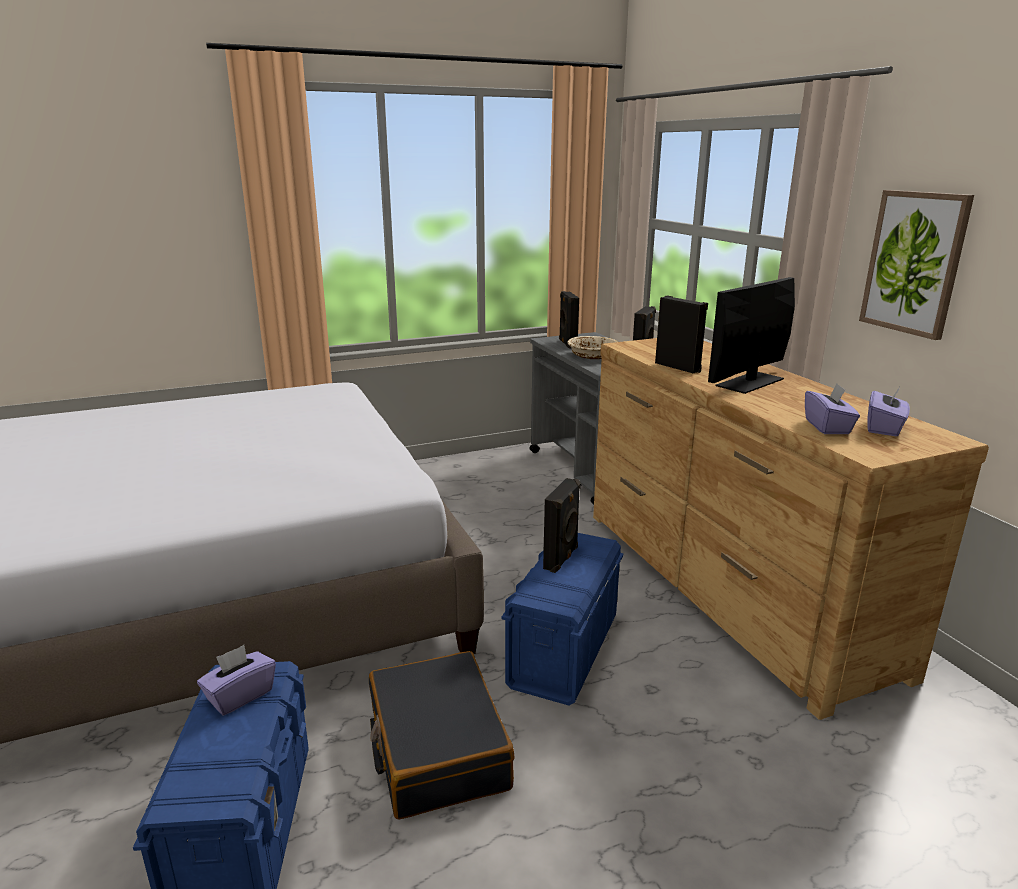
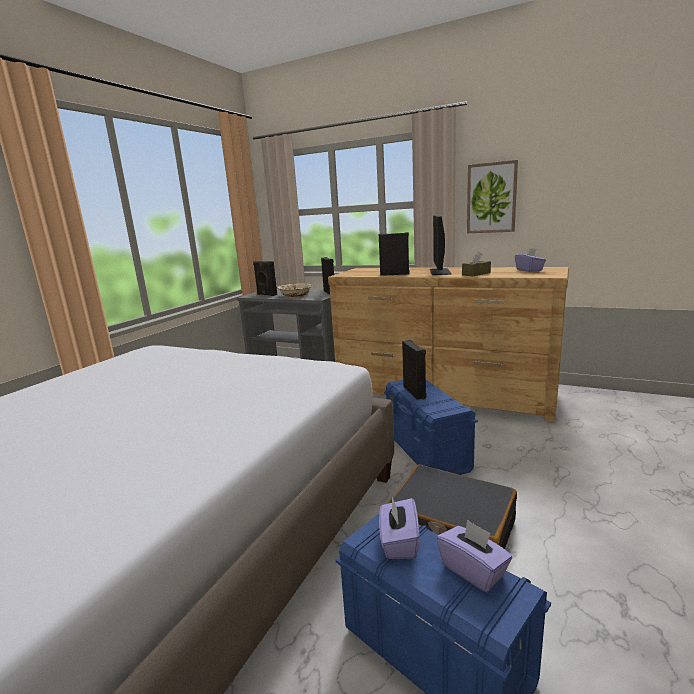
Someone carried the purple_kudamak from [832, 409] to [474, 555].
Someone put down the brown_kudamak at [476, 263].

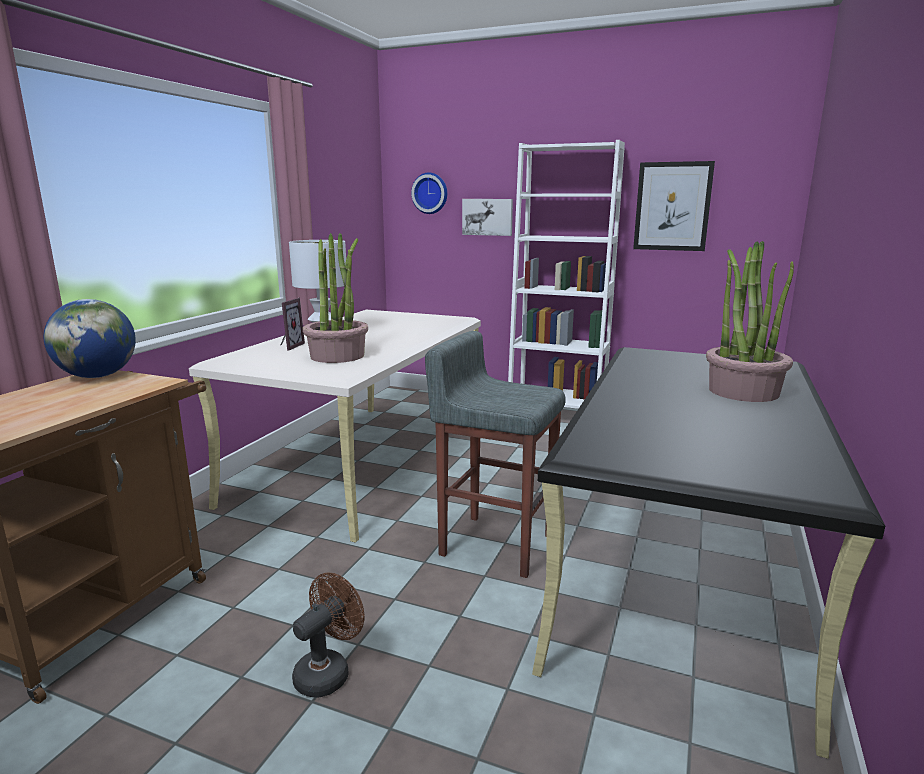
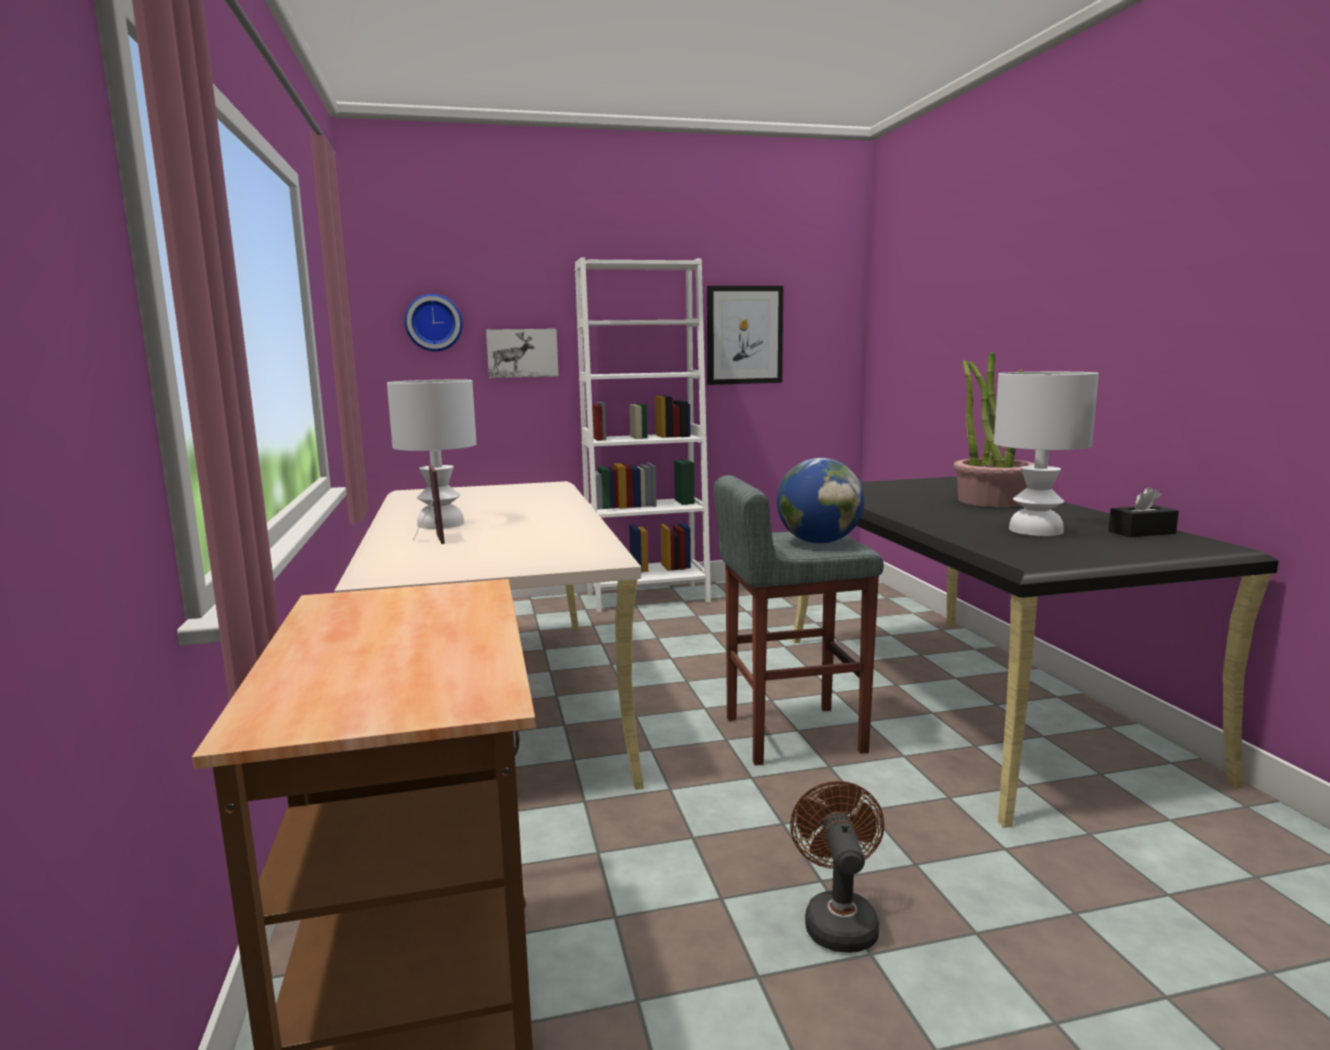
Someone carried the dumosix from [90, 338] to [820, 501].
Someone took away the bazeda at [335, 298].
Someone put down the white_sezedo at [1046, 454].
Someone put down the black_kudamak at [1143, 512].

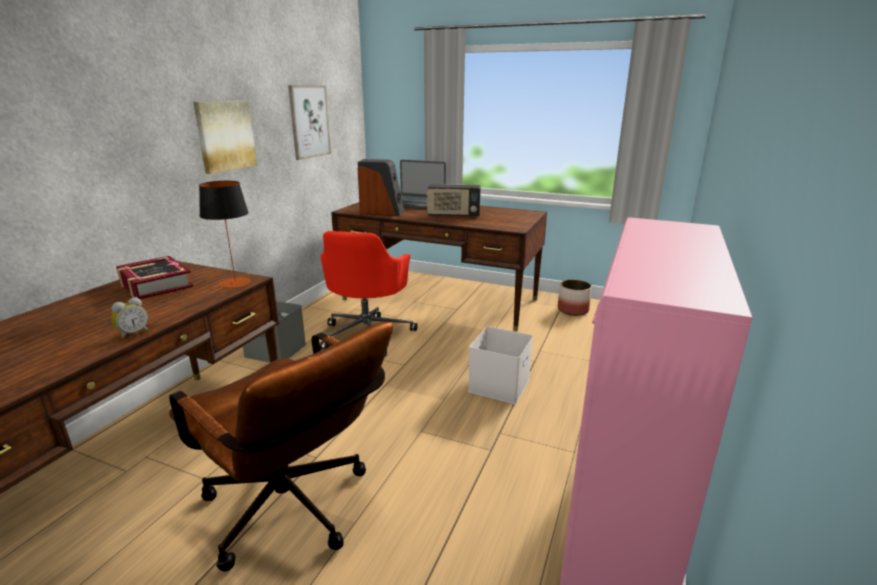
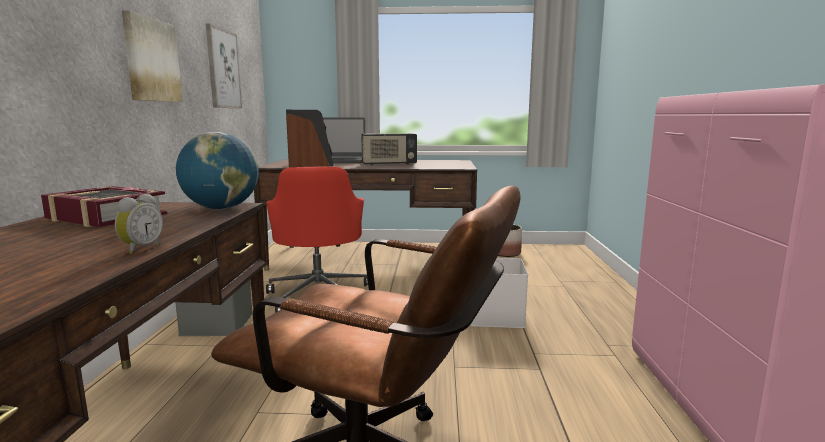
Someone swapped the sezedo at [225, 234] for the dumosix at [217, 170].

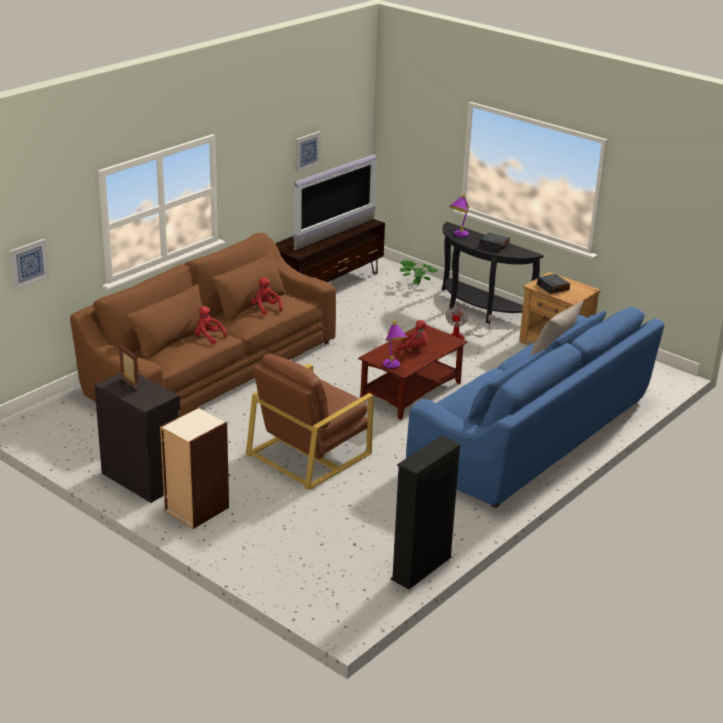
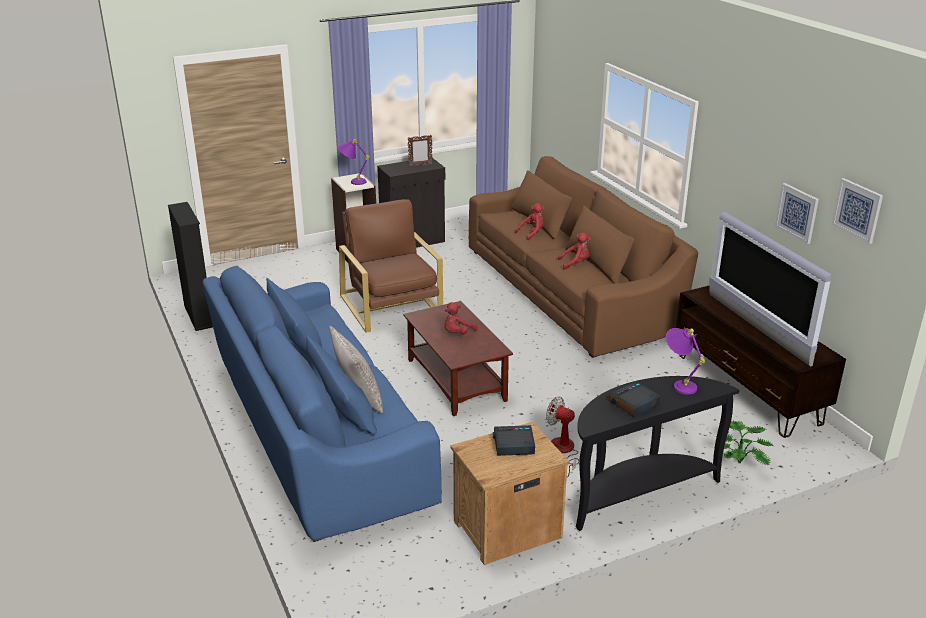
Someone carried the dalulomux from [29, 264] to [857, 211].
Someone carried the purple_sezedo from [395, 344] to [354, 162].

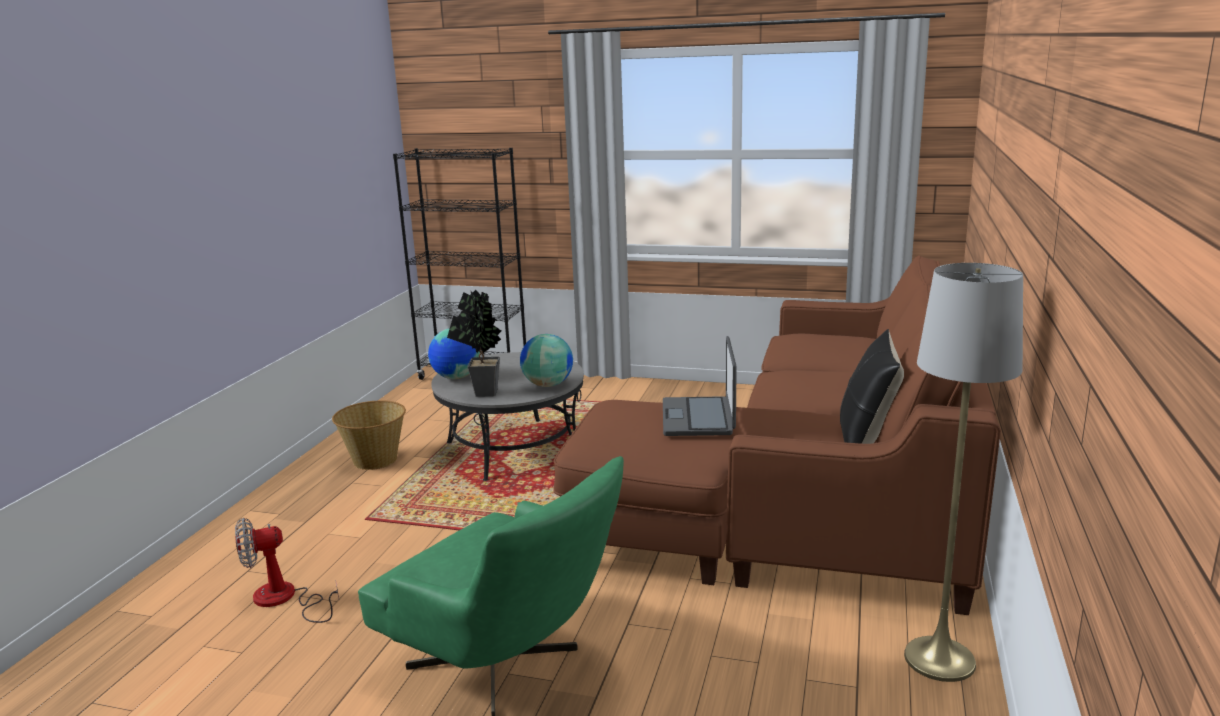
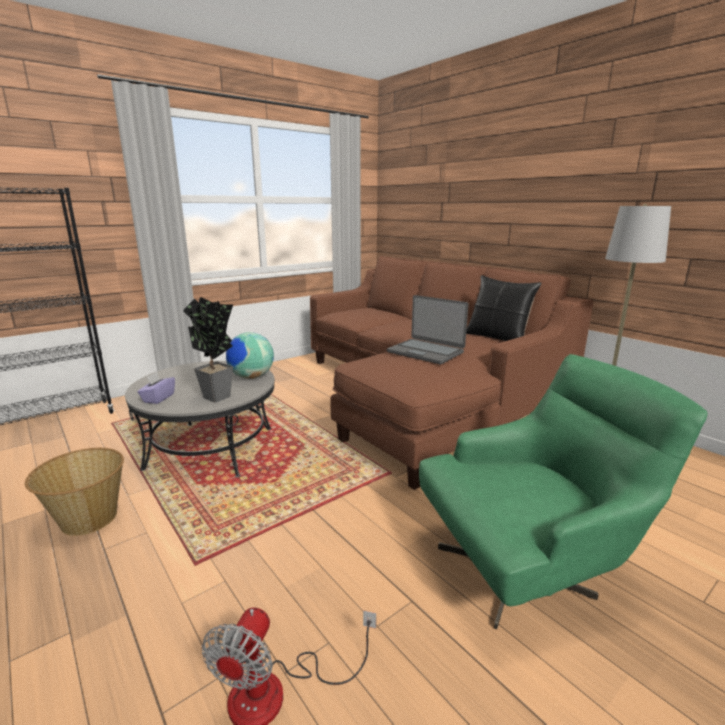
Someone swapped the dumosix at [454, 353] for the purple_kudamak at [156, 388].

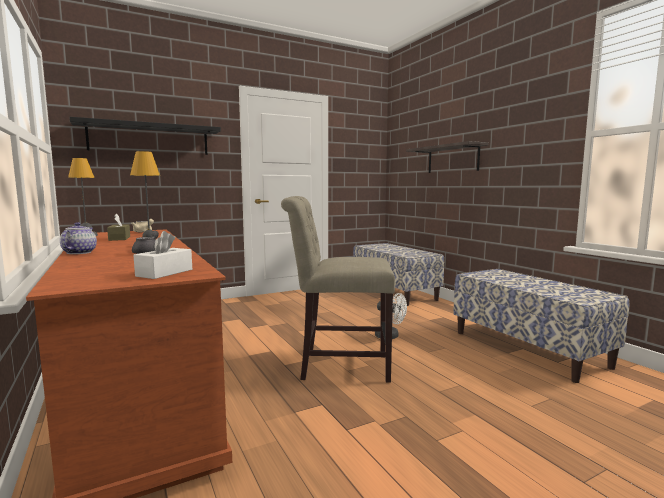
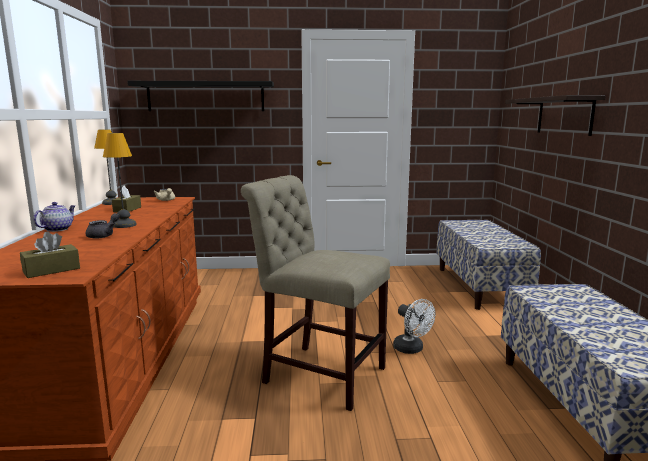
Someone repainted the white_kudamak at [163, 255], which became the brown_kudamak at [50, 255].

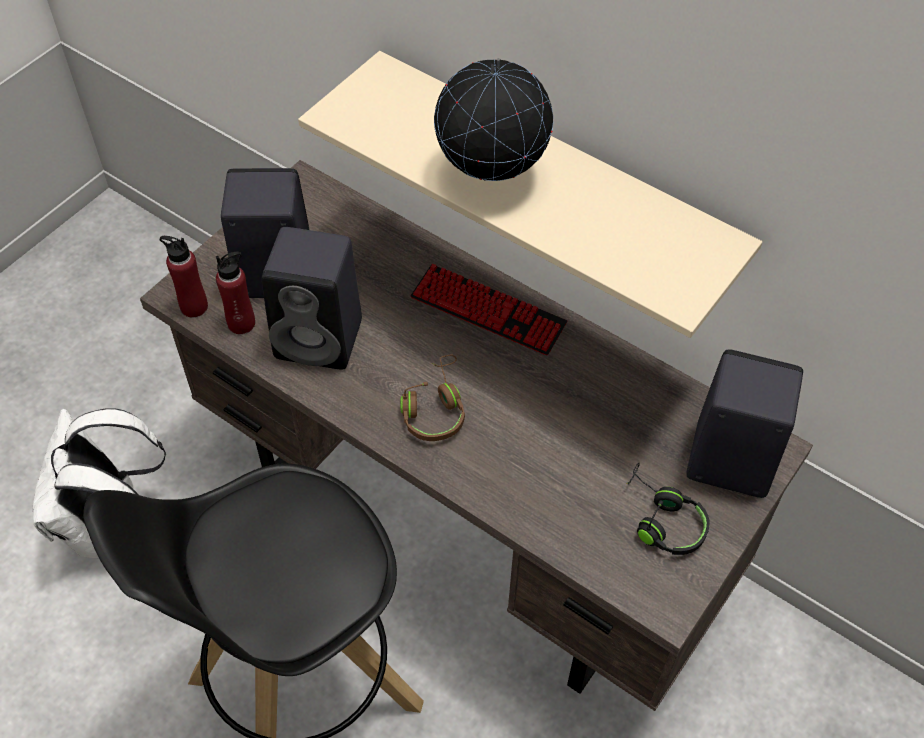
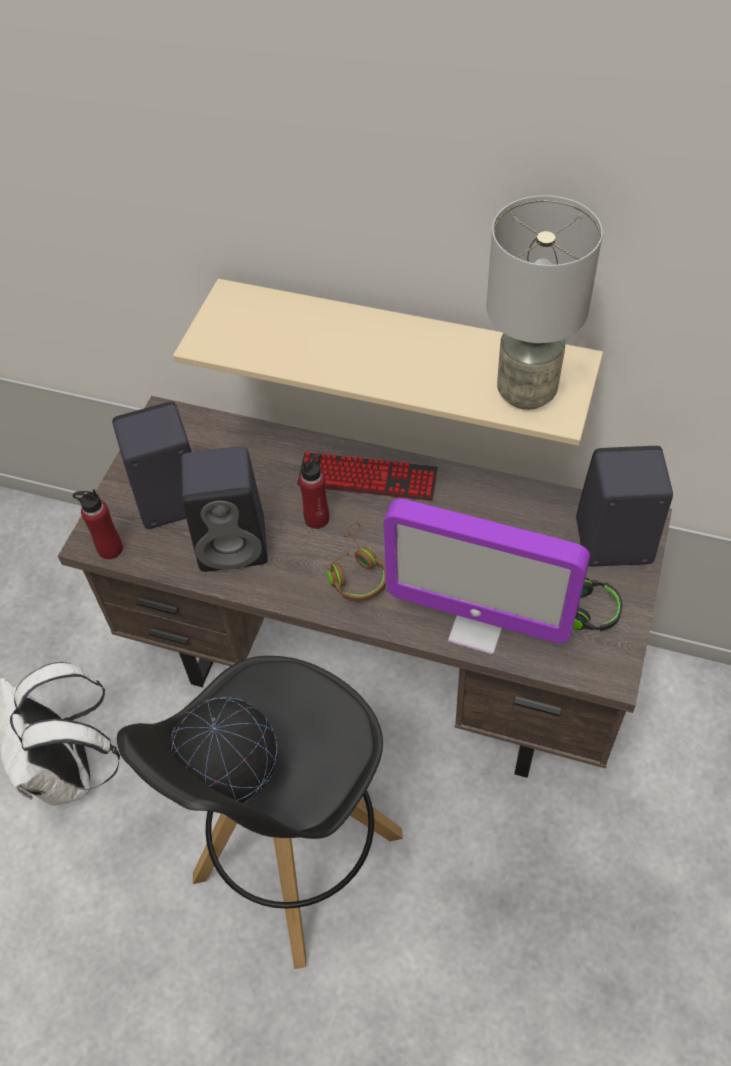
Someone carried the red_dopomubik from [235, 293] to [314, 491].
Someone carried the dumosix from [493, 119] to [223, 750].
Someone put down the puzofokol at [487, 577].
Someone put down the grey_sezedo at [544, 302].

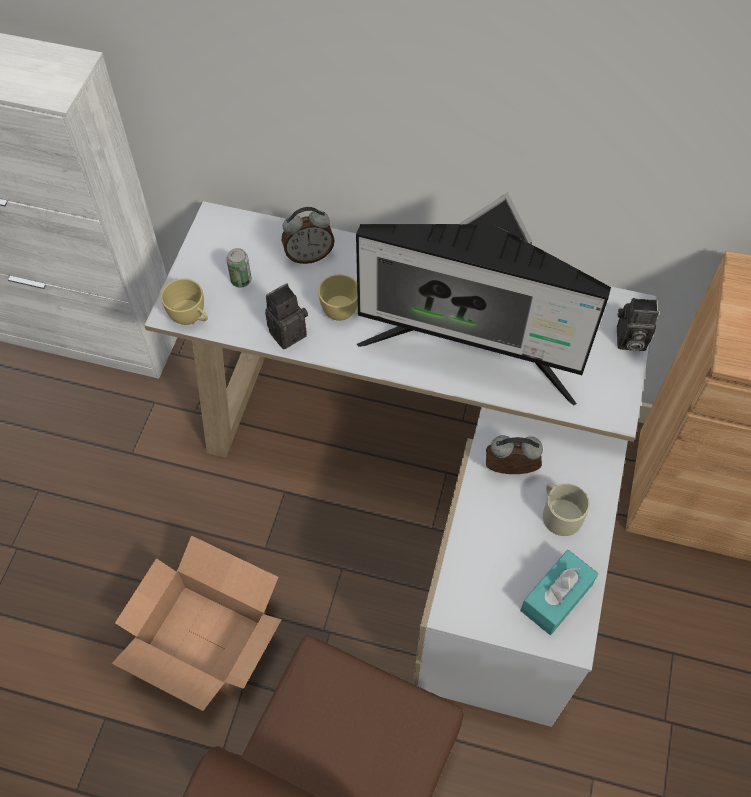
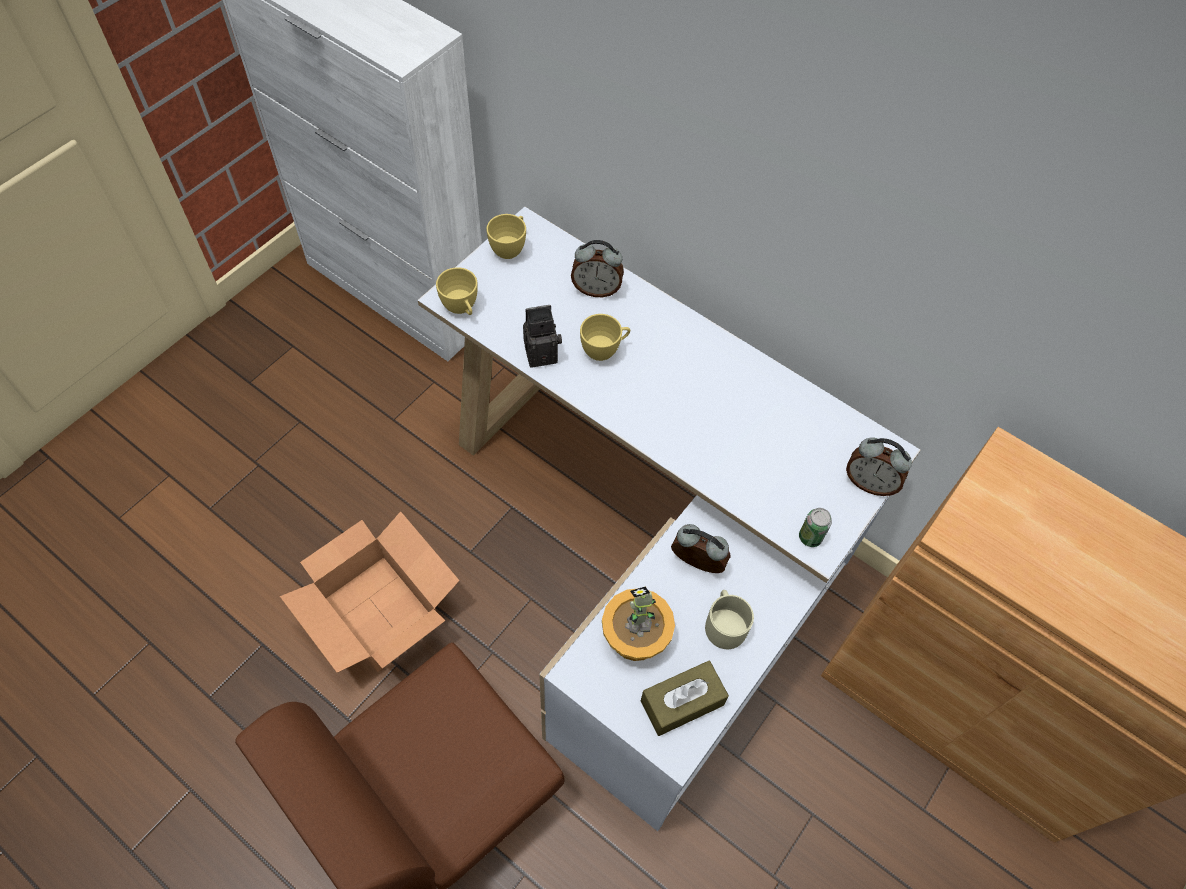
Someone carried the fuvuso from [239, 267] to [815, 527].
Someone took away the puzofokol at [483, 299].
Someone repainted the turquoise_kudamak at [559, 592], which became the brown_kudamak at [685, 698].
Someone swapped the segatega at [638, 324] for the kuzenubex at [879, 466].
Someone put down the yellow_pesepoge at [506, 236].
Someone put down the bazeda at [638, 624].

